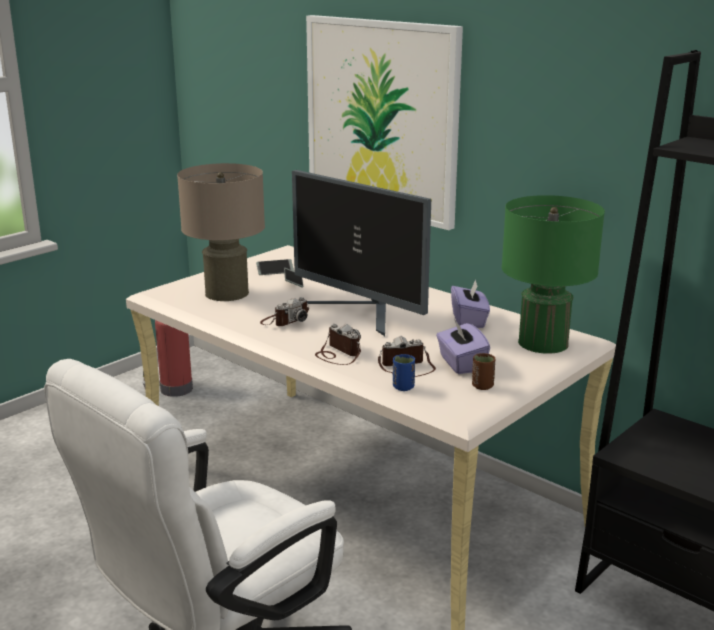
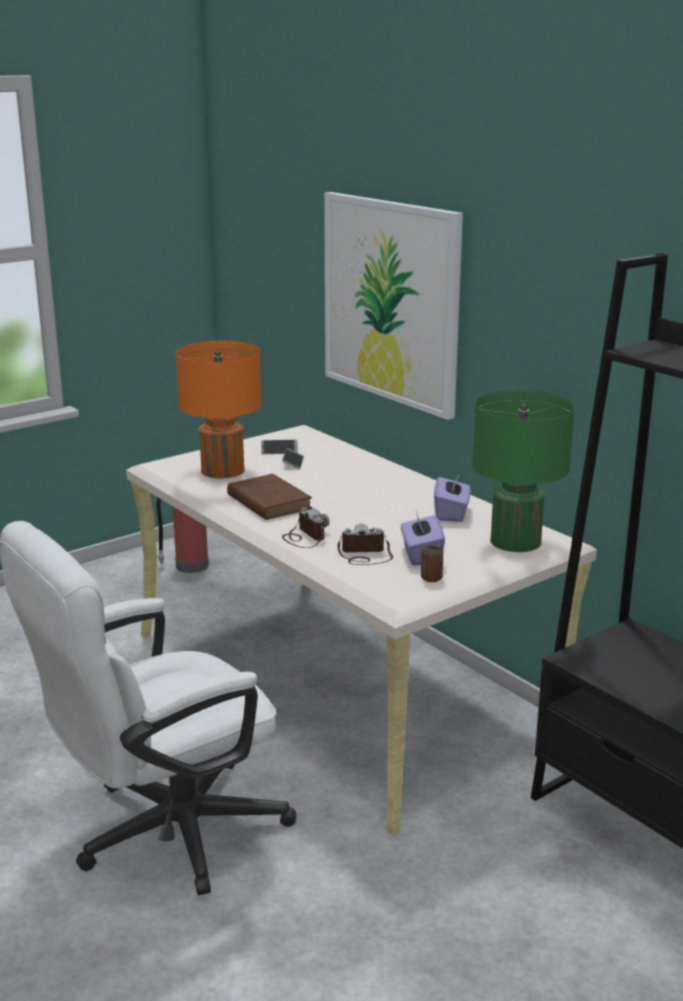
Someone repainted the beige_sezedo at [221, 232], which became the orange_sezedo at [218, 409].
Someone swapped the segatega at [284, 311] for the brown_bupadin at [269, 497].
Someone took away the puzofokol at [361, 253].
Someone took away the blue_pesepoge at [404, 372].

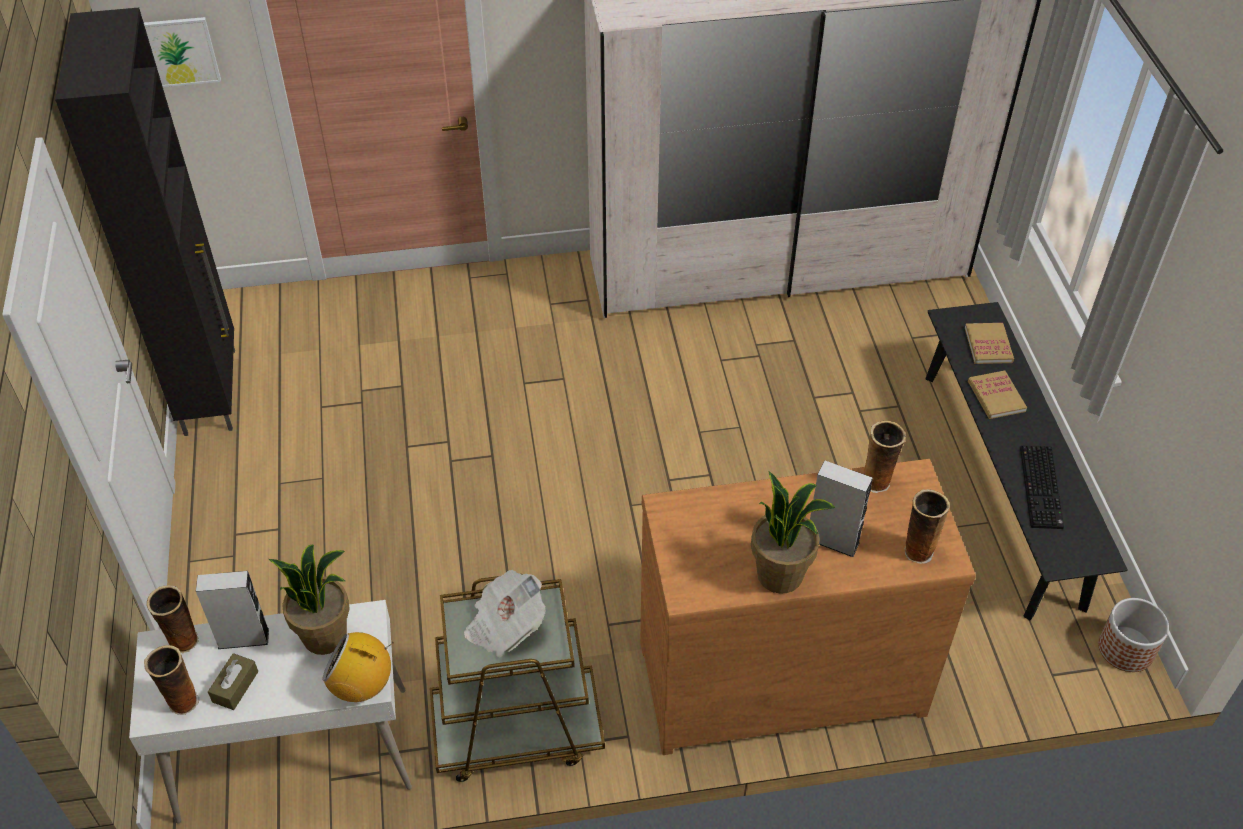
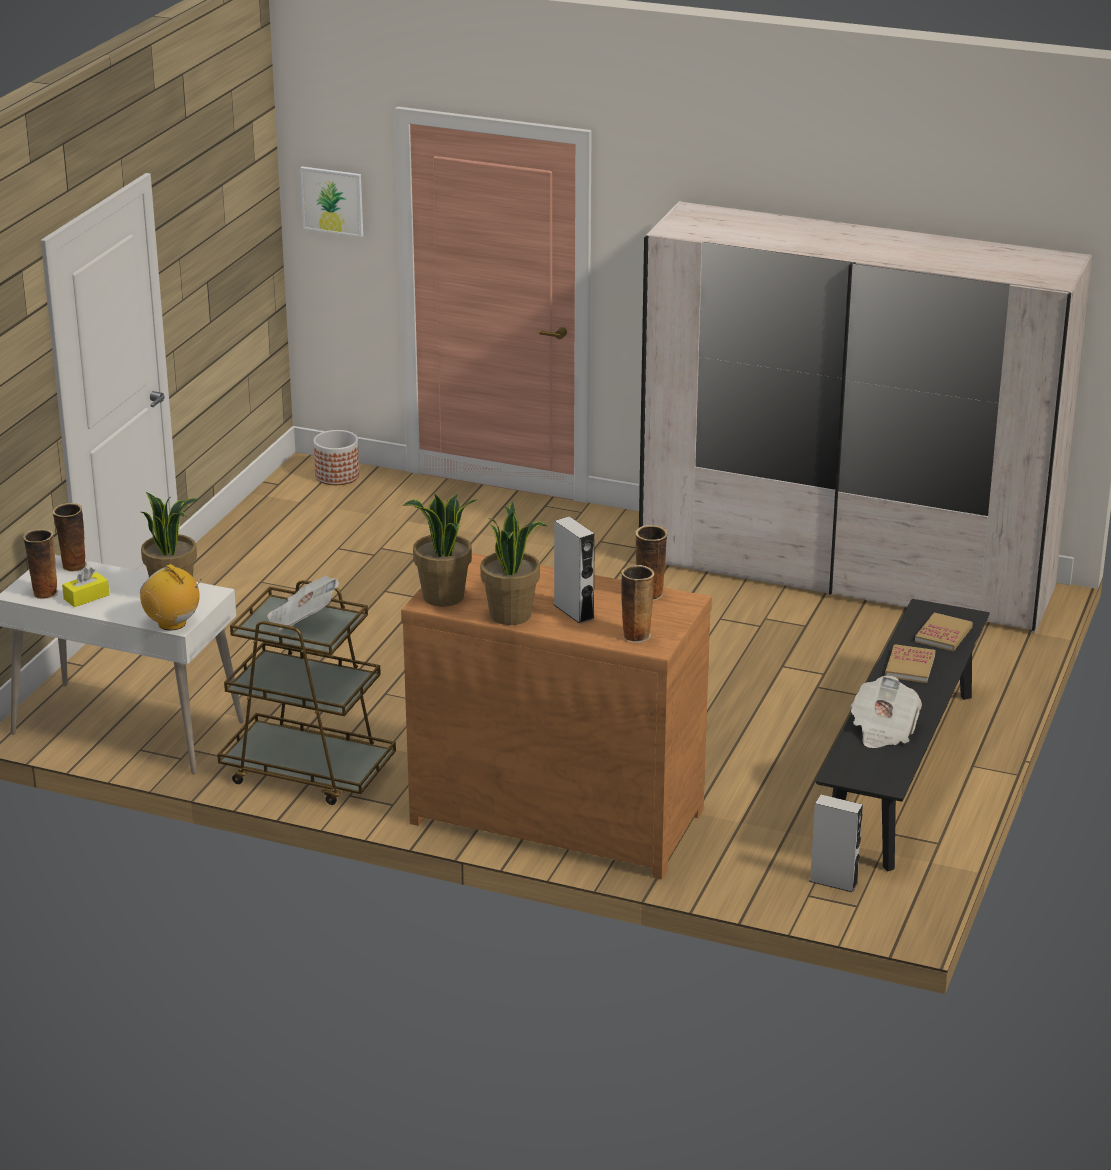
Someone took away the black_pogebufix at [145, 222].
Someone carried the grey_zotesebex from [232, 610] to [836, 843].
Someone repainted the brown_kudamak at [233, 681], which became the yellow_kudamak at [85, 587].
Someone swapped the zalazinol at [1042, 487] for the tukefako at [886, 712].
Someone carried the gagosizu from [1133, 635] to [336, 457].
Someone put down the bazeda at [439, 550].

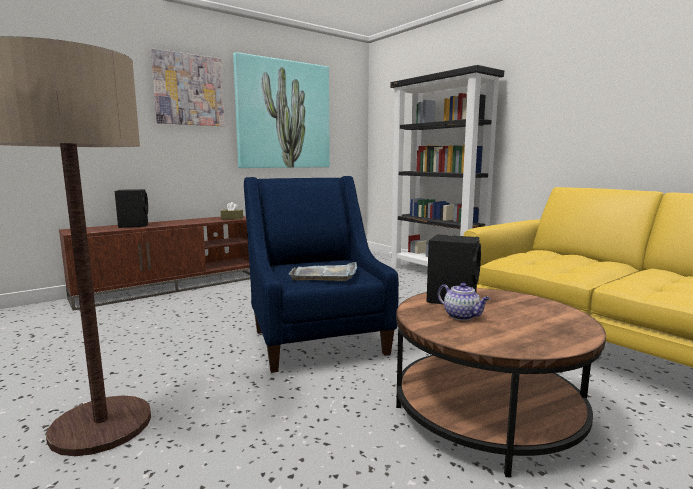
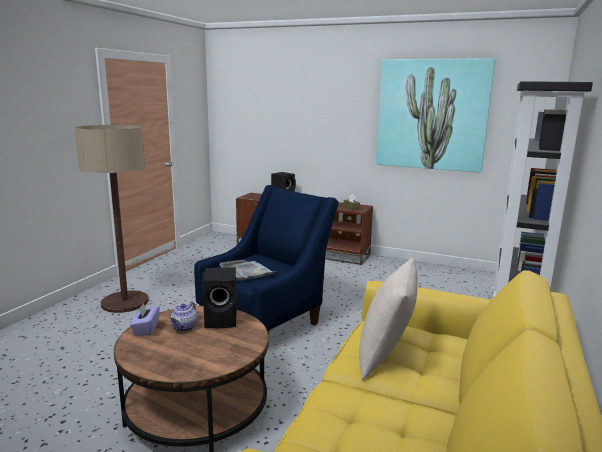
Someone took away the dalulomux at [187, 87].
Someone put down the purple_kudamak at [145, 319].
Someone put down the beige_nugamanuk at [388, 319].

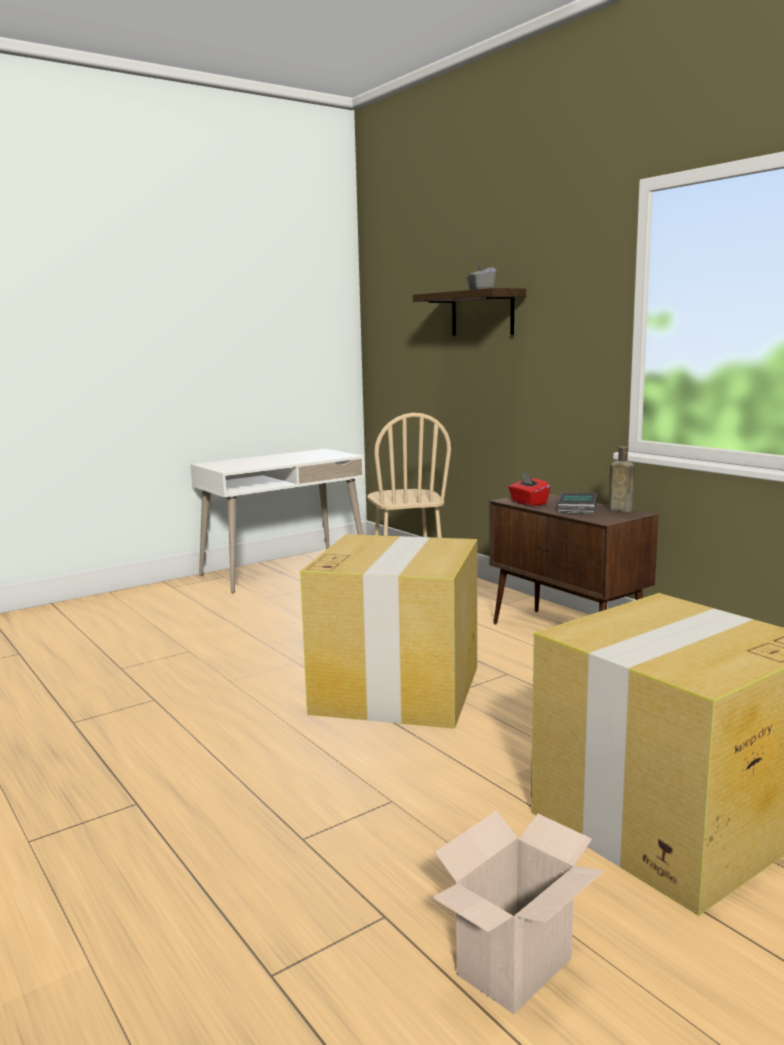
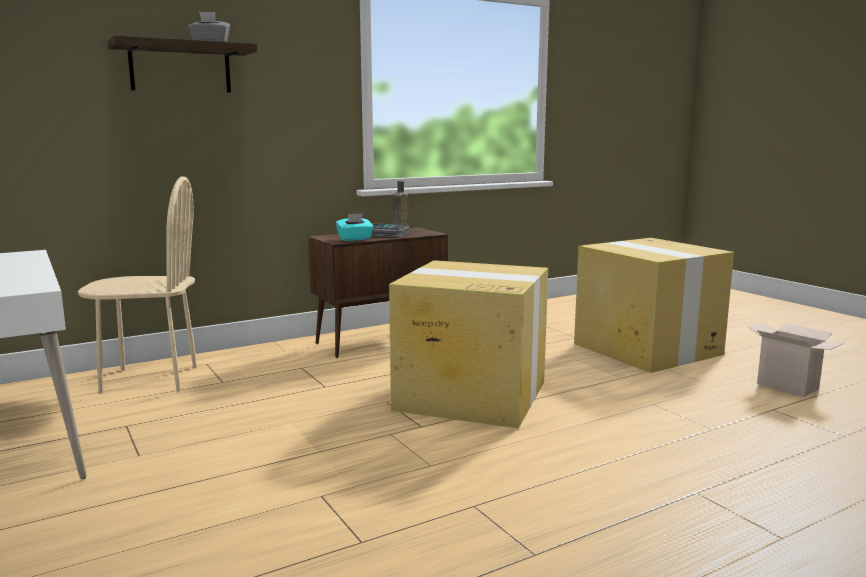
Someone repainted the red_kudamak at [529, 489], which became the turquoise_kudamak at [355, 227].

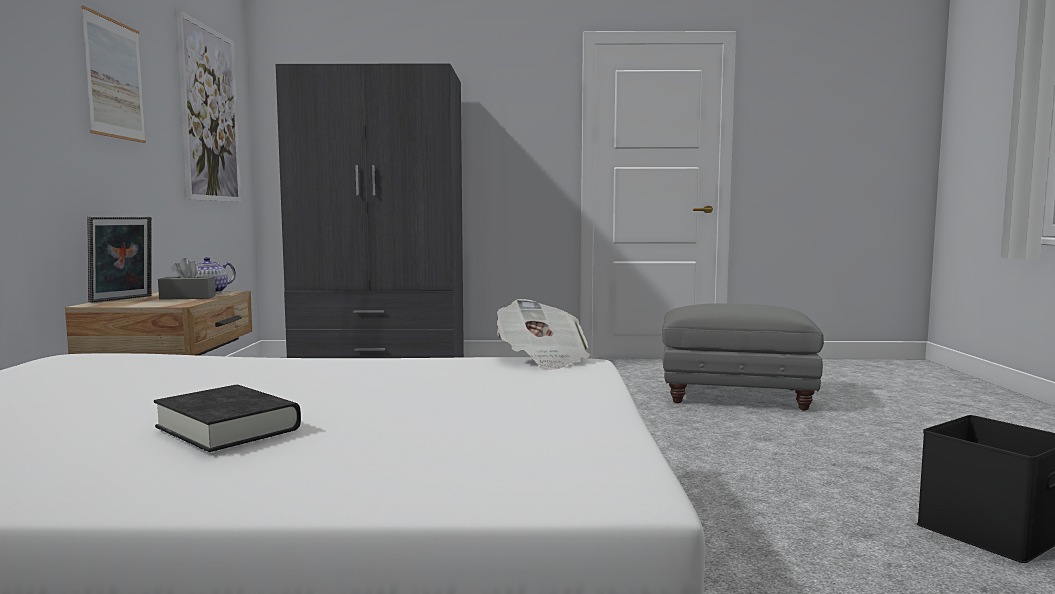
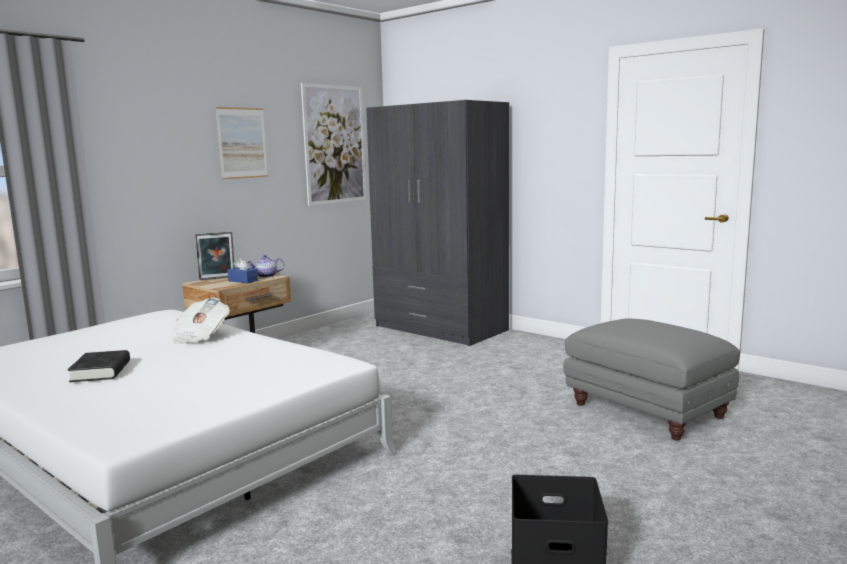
Someone repainted the grey_kudamak at [187, 279], which became the blue_kudamak at [242, 270].
Someone carried the tukefako from [543, 334] to [201, 321].

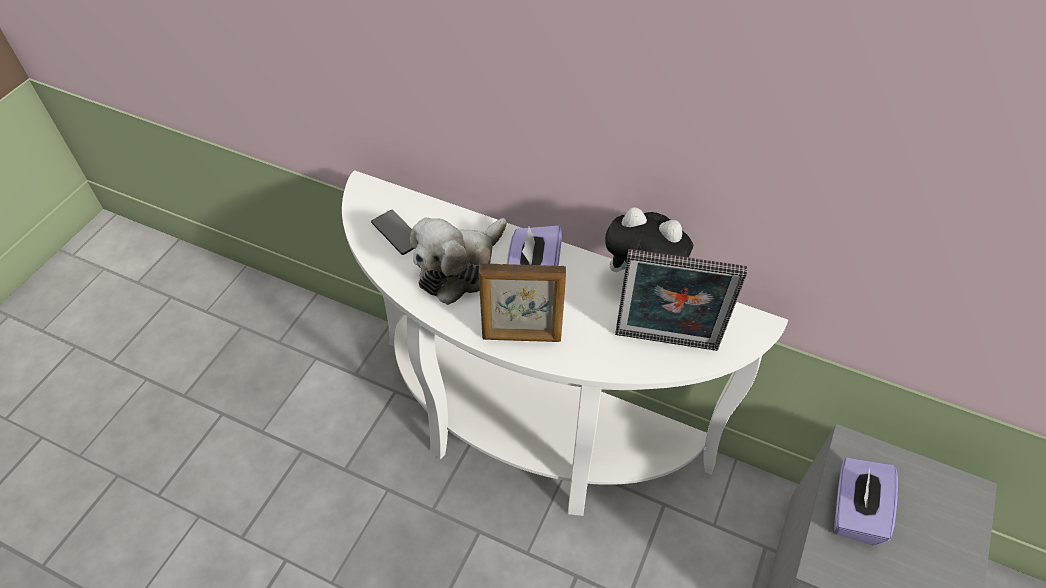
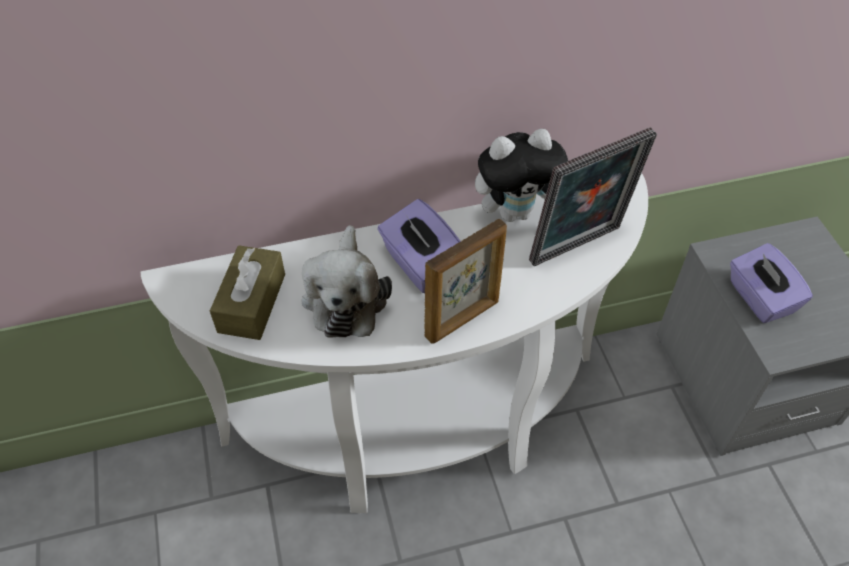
Someone swapped the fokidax at [392, 232] for the brown_kudamak at [247, 292].

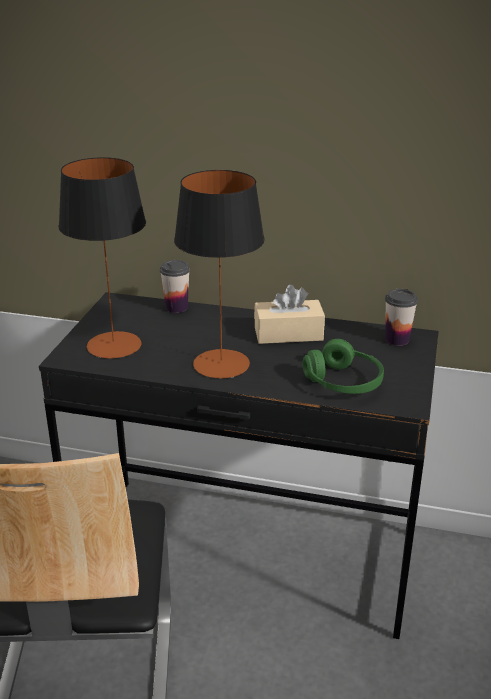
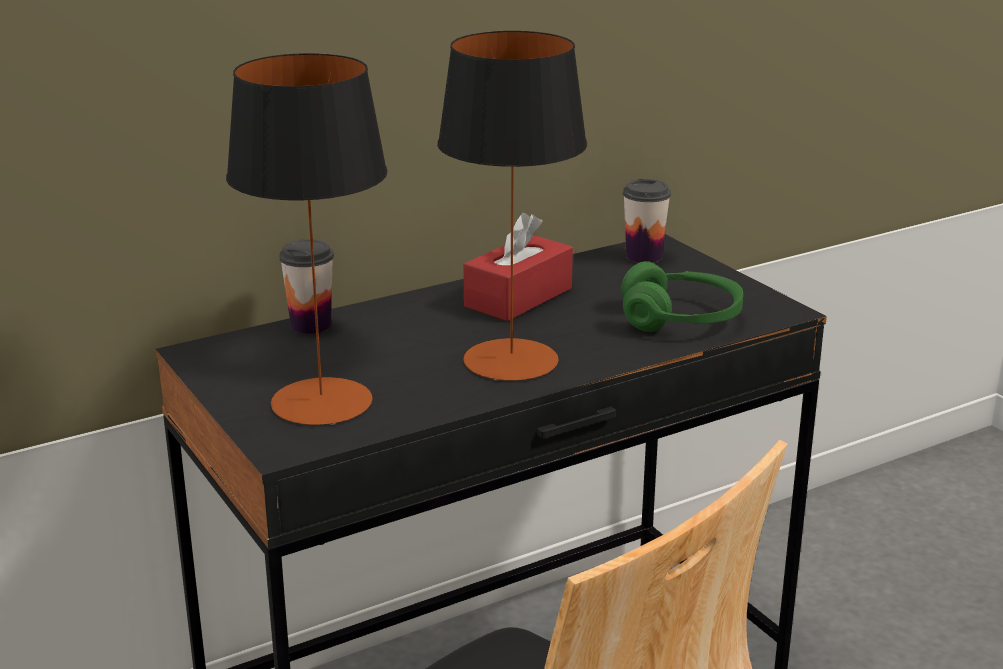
Someone repainted the beige_kudamak at [289, 314], which became the red_kudamak at [518, 267].

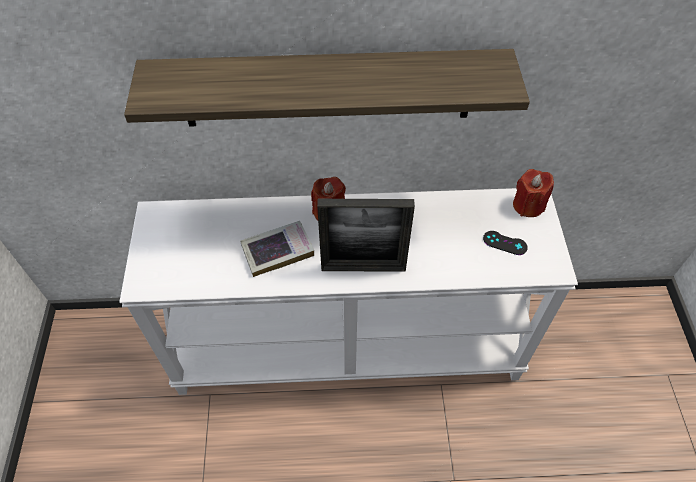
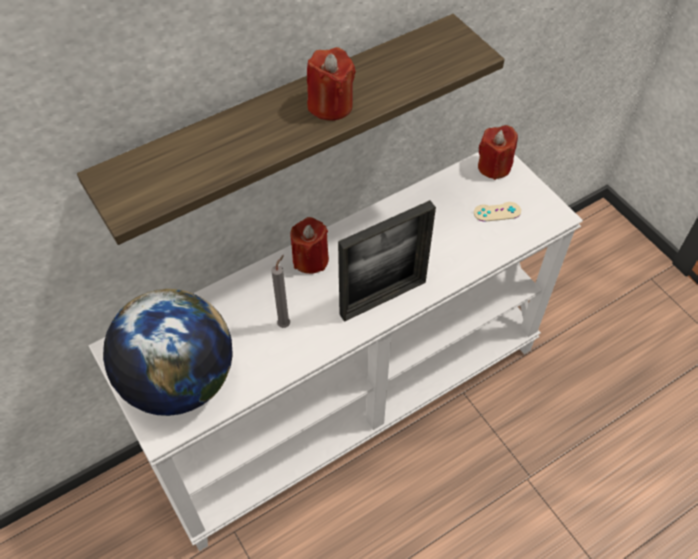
Someone swapped the bupadin at [277, 249] for the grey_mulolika at [280, 291].
Someone repainted the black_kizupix at [505, 243], which became the beige_kizupix at [497, 212].
Someone put down the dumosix at [168, 352].
Someone put down the red_mulolika at [331, 84].

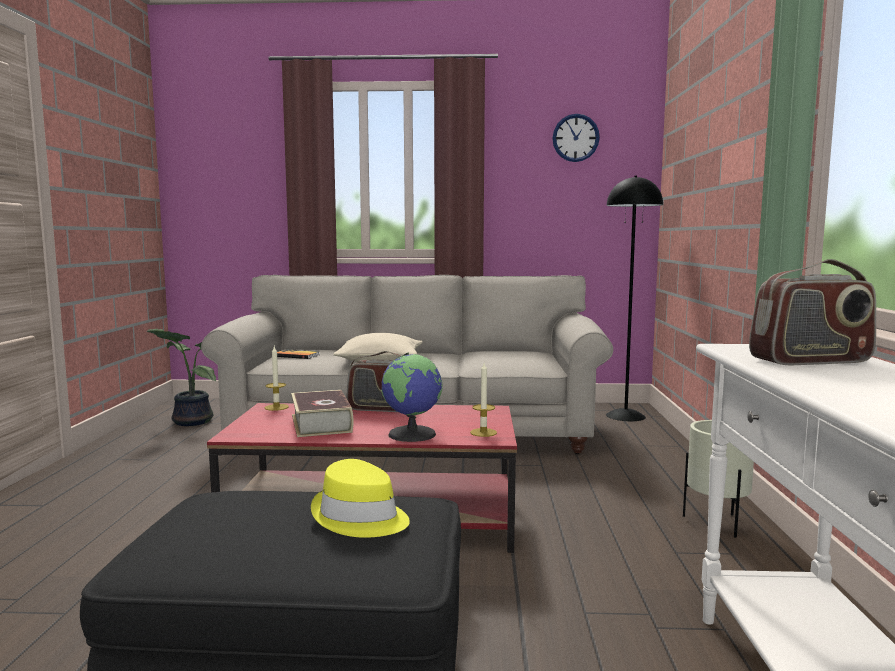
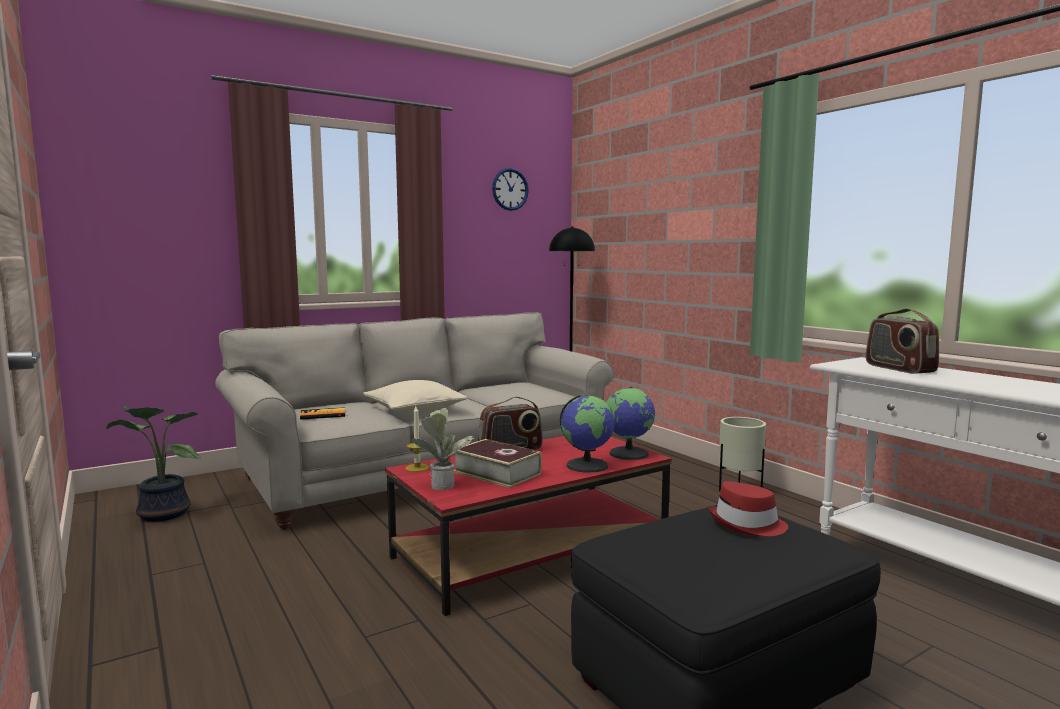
Someone repainted the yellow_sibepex at [360, 498], which became the red_sibepex at [748, 508].
Someone swapped the mulolika at [483, 400] for the dumosix at [631, 423].
Someone rotated the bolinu at [812, 312] by 120 degrees clockwise.
Someone put down the bazeda at [443, 449].

